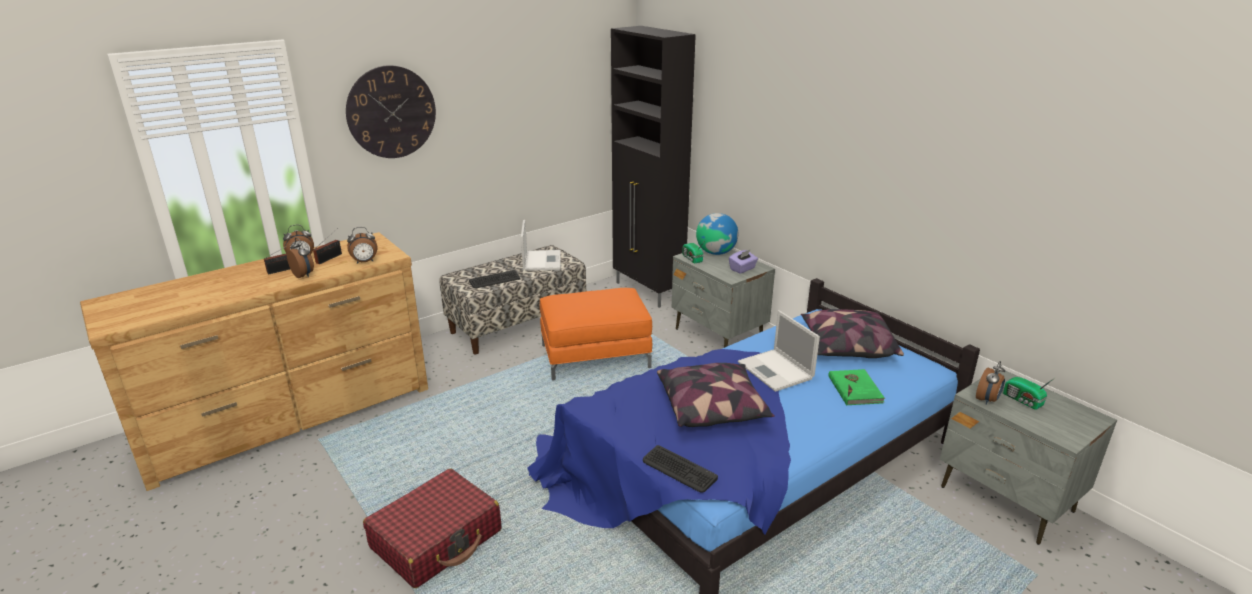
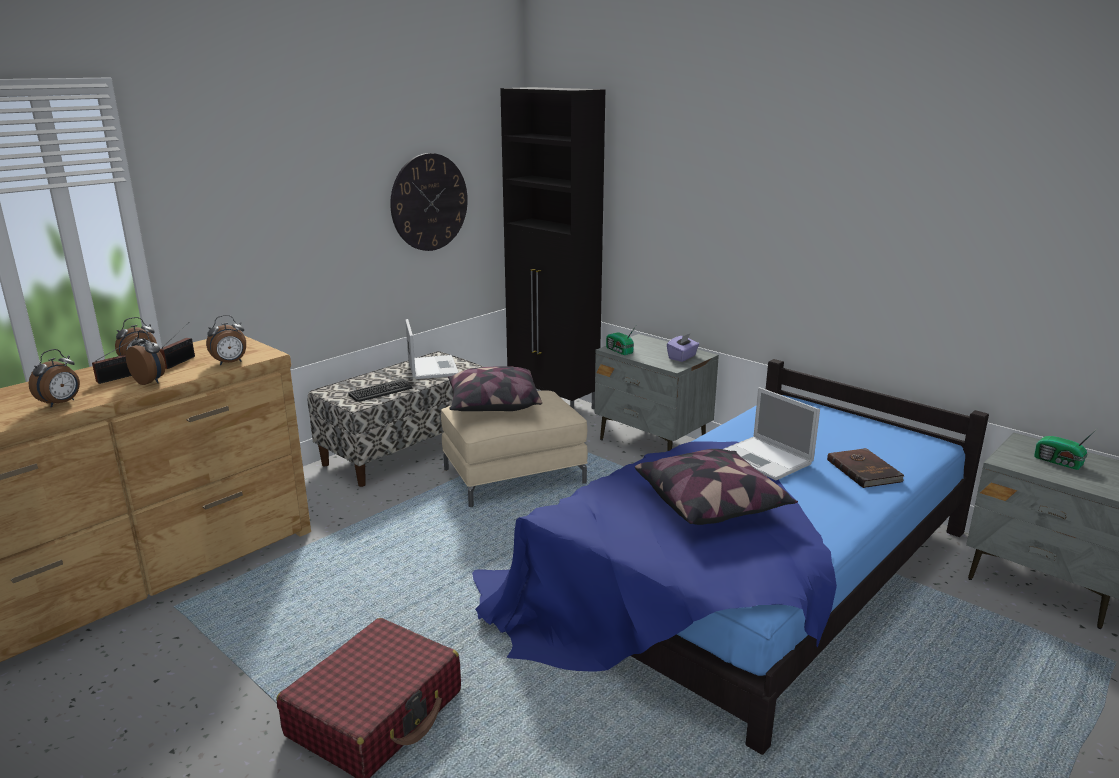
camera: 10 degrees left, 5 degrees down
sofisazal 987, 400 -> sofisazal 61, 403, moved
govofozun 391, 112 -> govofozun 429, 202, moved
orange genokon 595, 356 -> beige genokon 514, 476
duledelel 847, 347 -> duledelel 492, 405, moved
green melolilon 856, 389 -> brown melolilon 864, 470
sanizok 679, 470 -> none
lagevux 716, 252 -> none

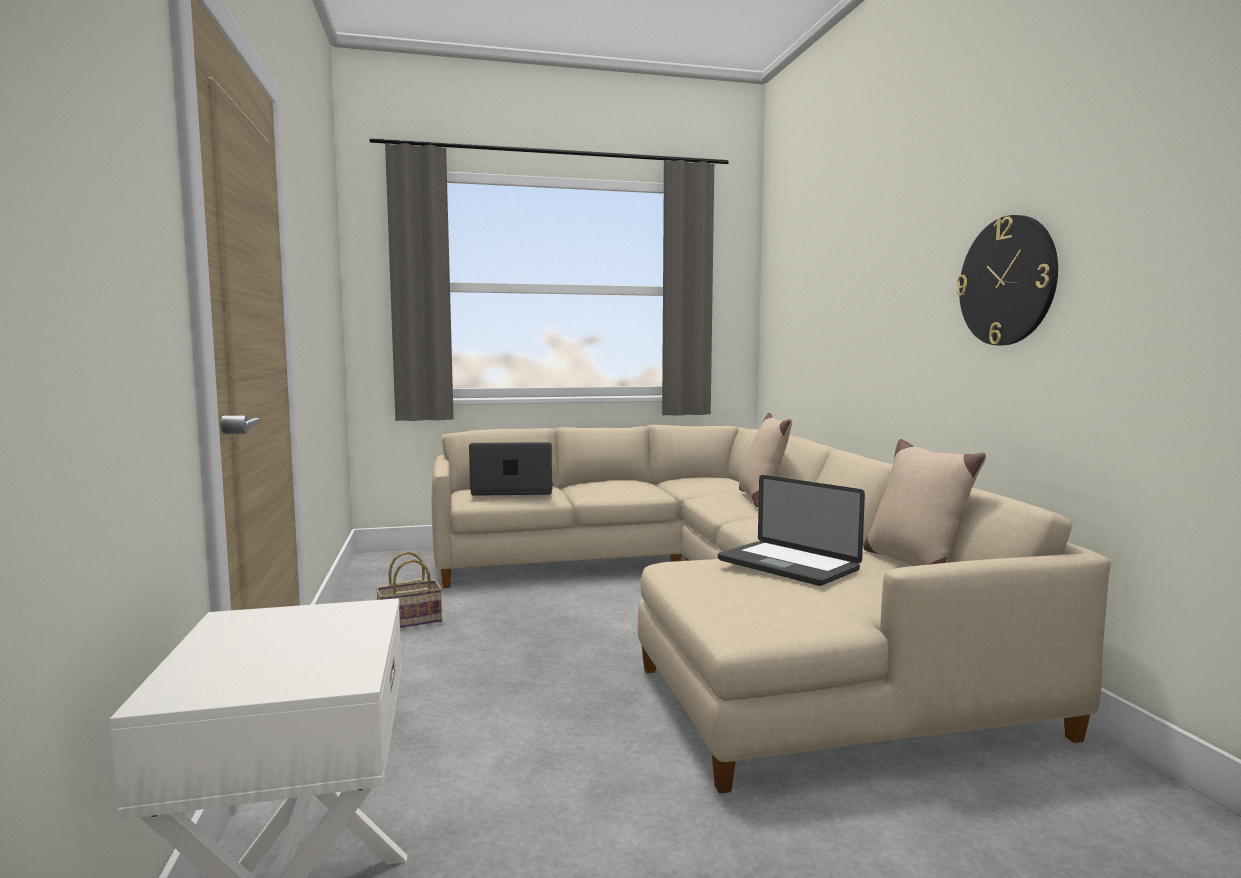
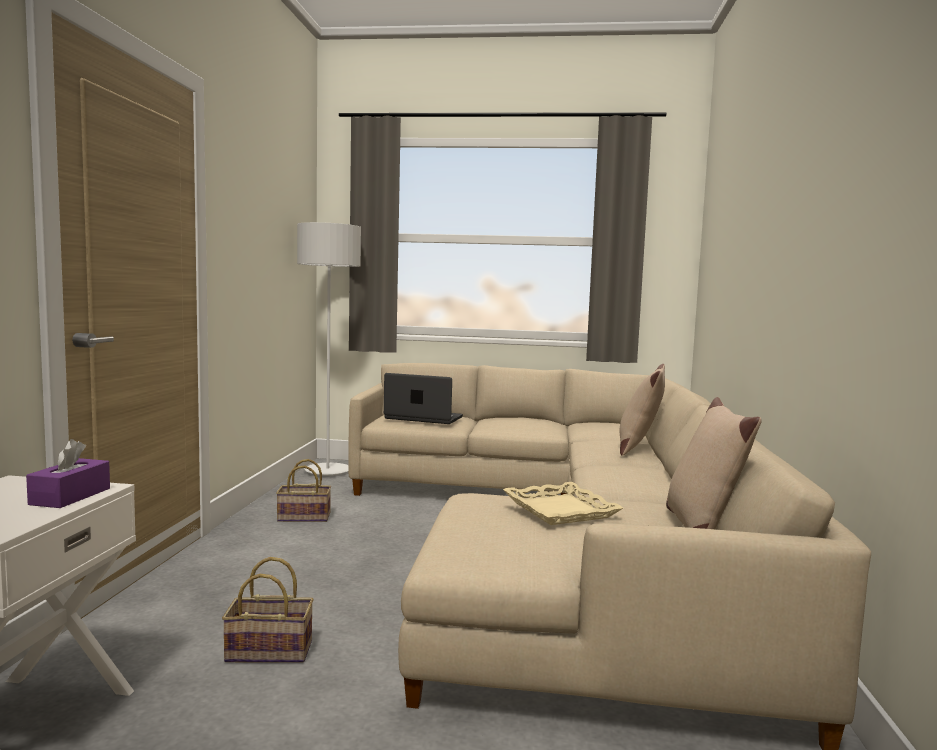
camera: 20 degrees right, 0 degrees up
none -> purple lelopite 70, 496
none -> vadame 272, 650
none -> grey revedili 327, 471
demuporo 787, 565 -> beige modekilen 561, 510
govofozun 1007, 281 -> none

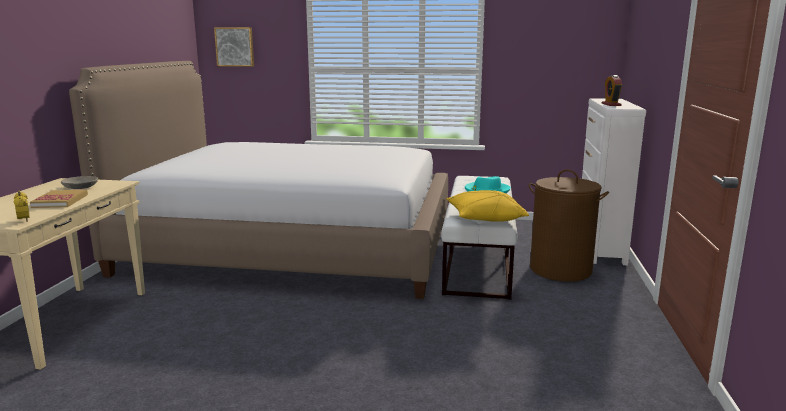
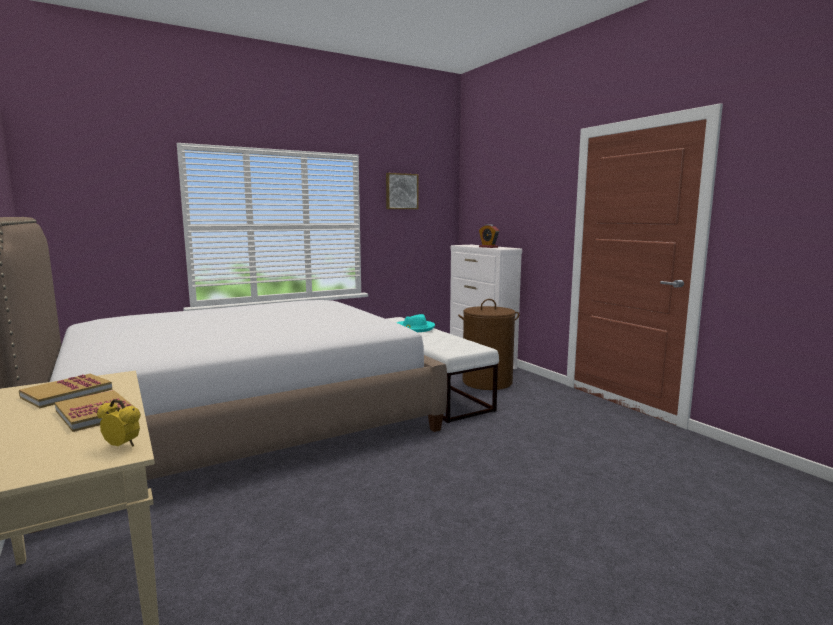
camera: 40 degrees left, 5 degrees down
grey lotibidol 80, 187 -> melolilon 67, 393
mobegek 235, 47 -> mobegek 401, 191, moved
yellow duledelel 484, 219 -> none

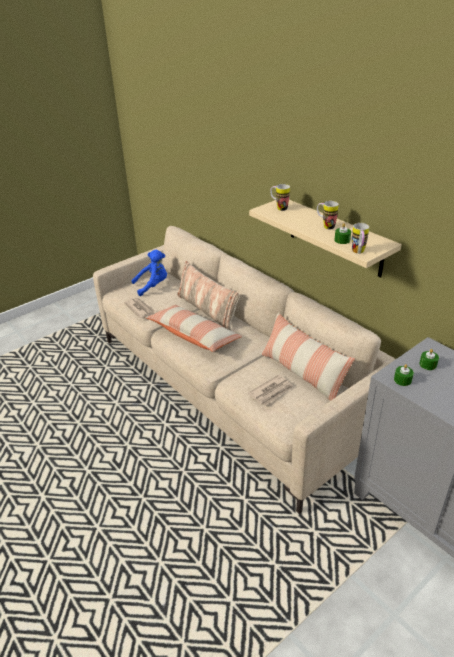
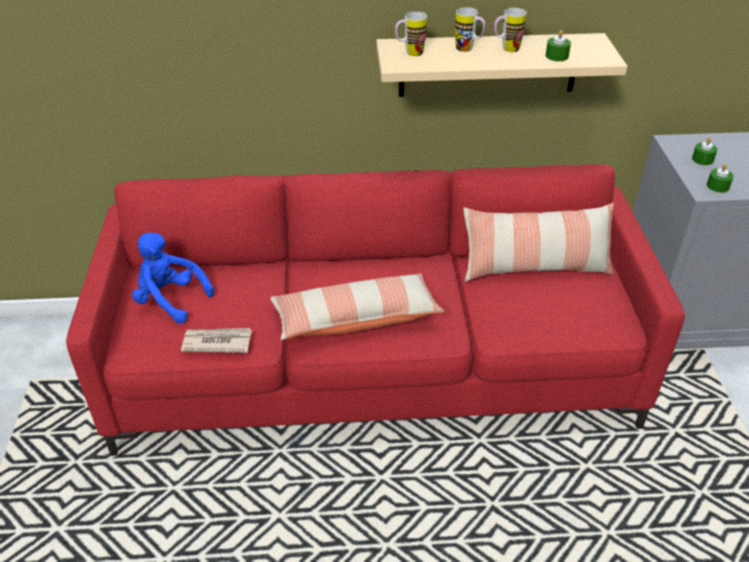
camera: 55 degrees left, 5 degrees up
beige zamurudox 229, 387 -> red zamurudox 374, 371
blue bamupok 153, 286 -> blue bamupok 170, 300, 75 degrees counterclockwise
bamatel 358, 252 -> bamatel 468, 50, moved
duledelel 207, 310 -> none
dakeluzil 271, 392 -> none

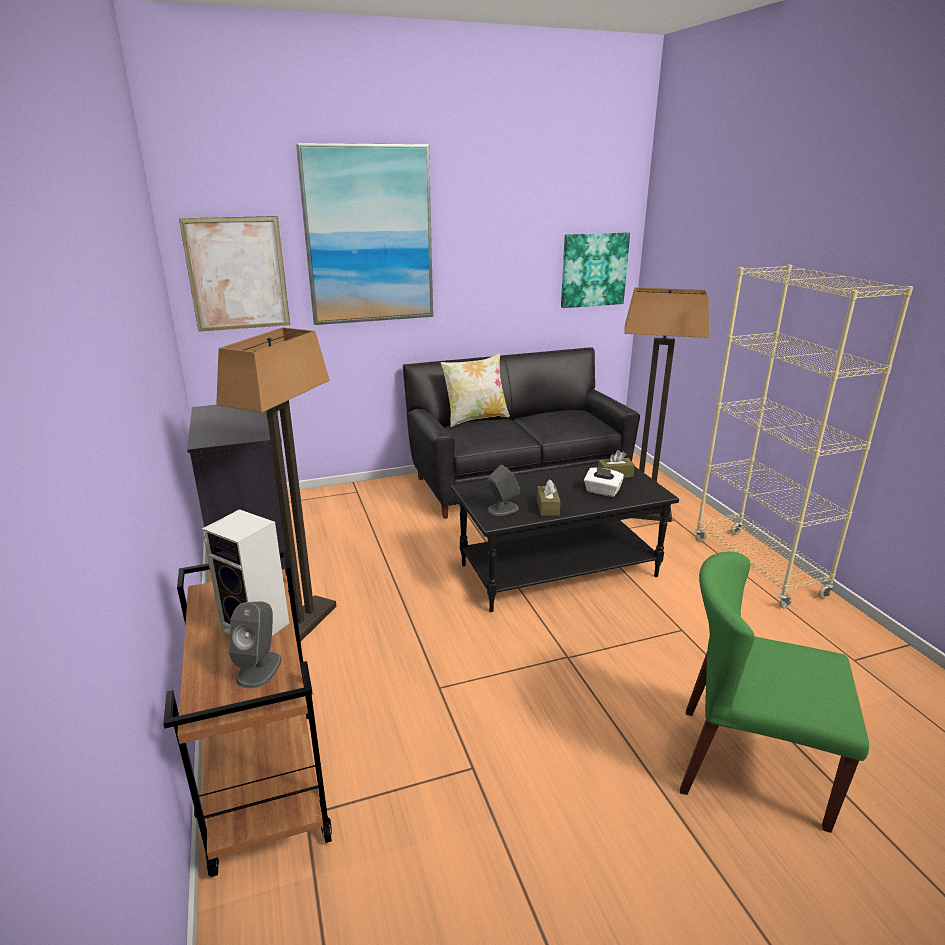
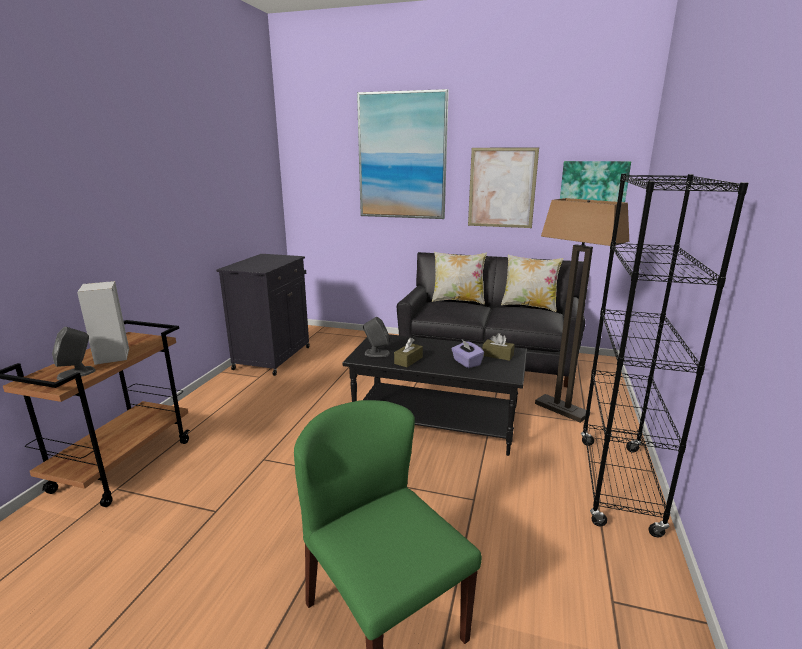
camera: 35 degrees right, 5 degrees down
white lelopite 602, 491 -> purple lelopite 466, 362
mobegek 237, 274 -> mobegek 502, 188, moved
none -> duledelel 529, 306
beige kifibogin 757, 568 -> black kifibogin 617, 484
revedili 305, 622 -> none

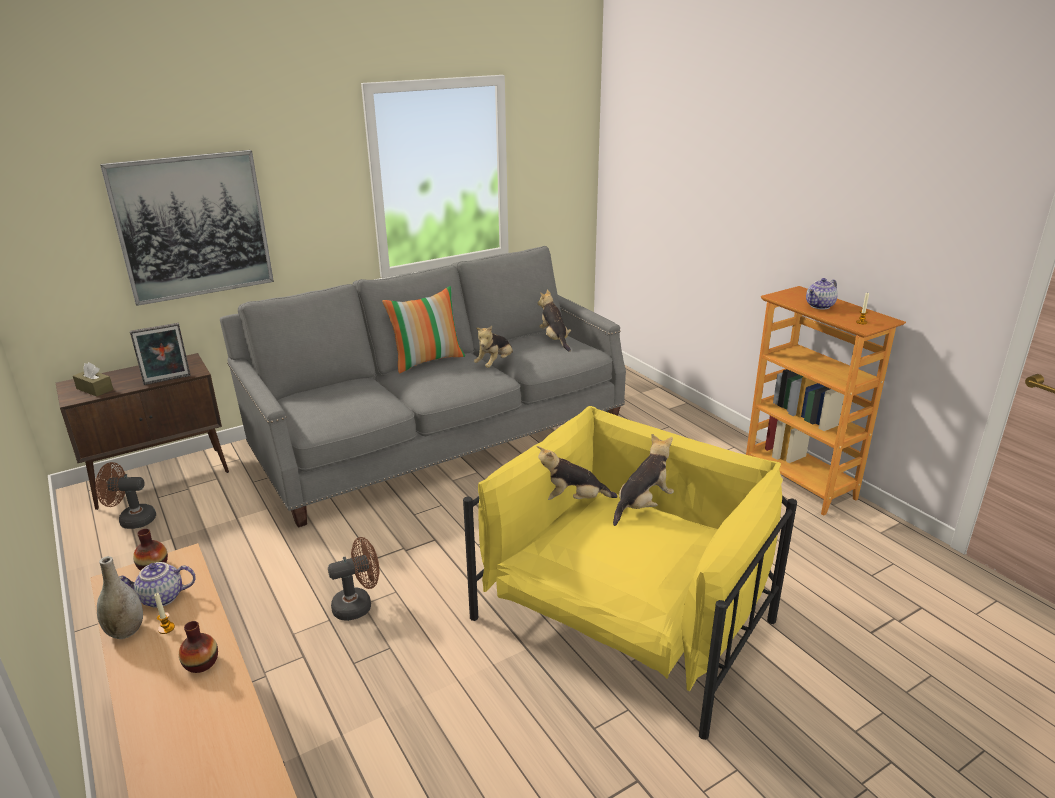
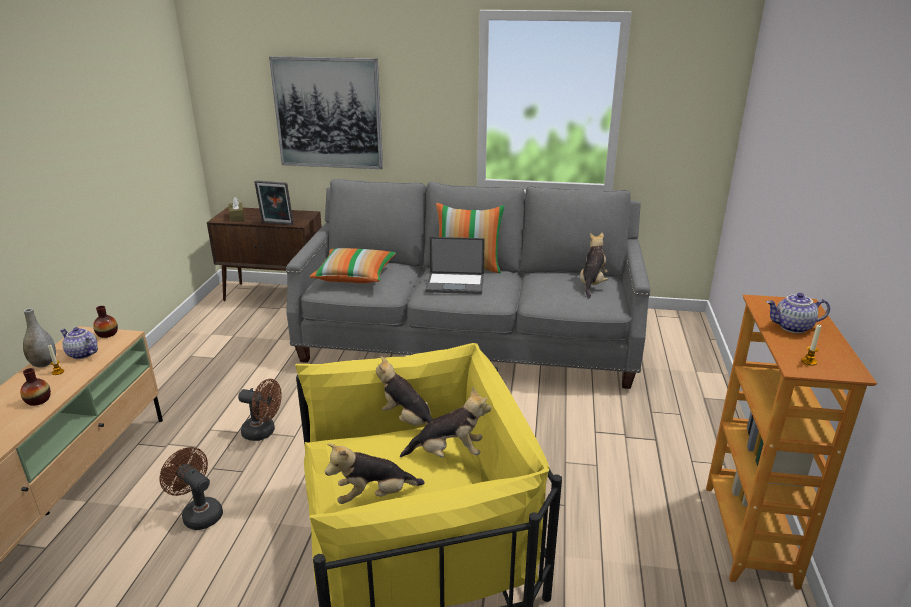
camera: 40 degrees right, 0 degrees up
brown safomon 132, 520 -> brown safomon 198, 513, moved
none -> duledelel 355, 276
bamupok 495, 364 -> bamupok 374, 496, moved
none -> demuporo 456, 283

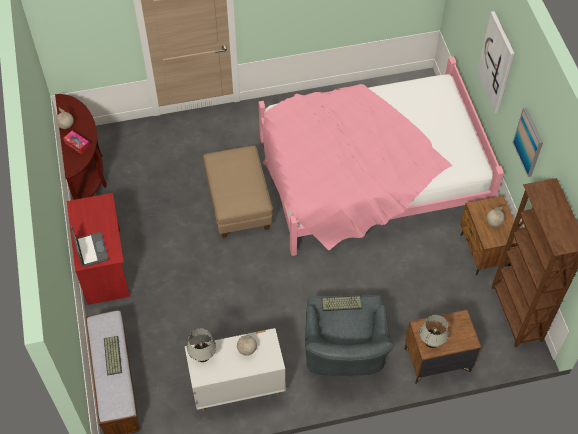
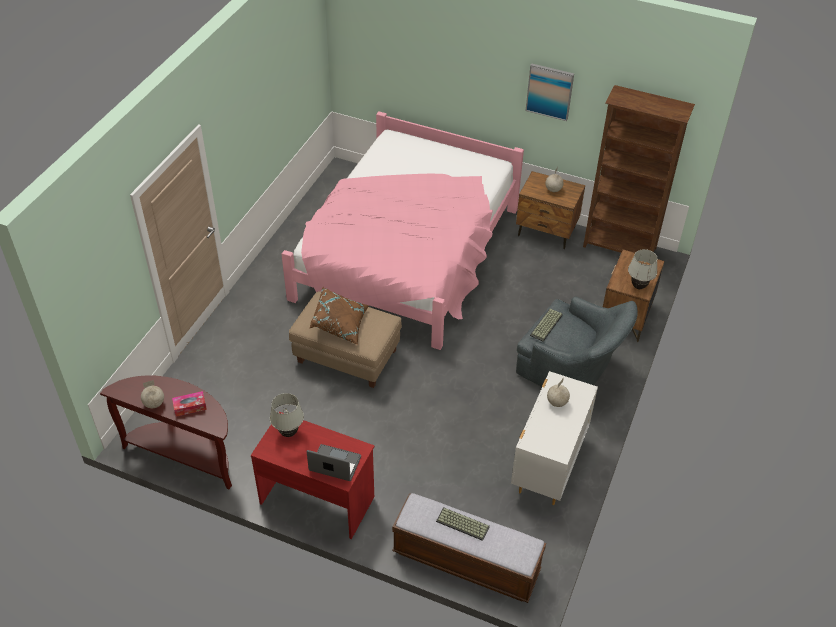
camera: 55 degrees left, 10 degrees down
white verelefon 203, 357 -> white verelefon 288, 433, moved
none -> brown duledelel 340, 324
mobegek 497, 62 -> none

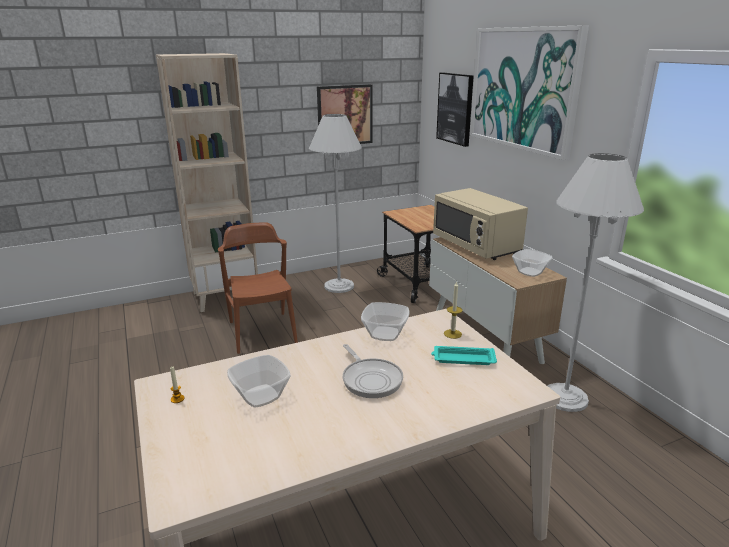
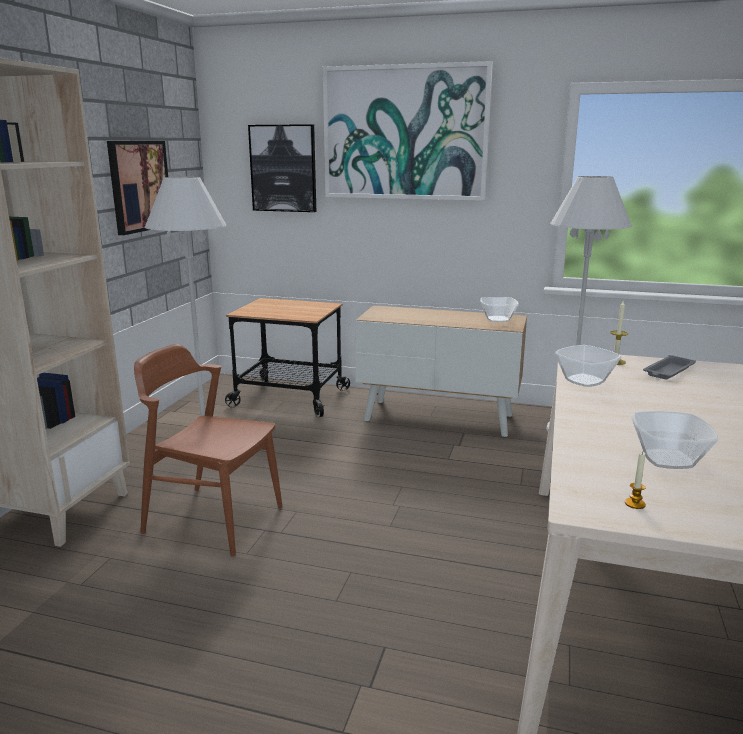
camera: 50 degrees left, 5 degrees down
turquoise modekilen 462, 359 -> grey modekilen 668, 371
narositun 370, 379 -> none
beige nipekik 476, 246 -> none

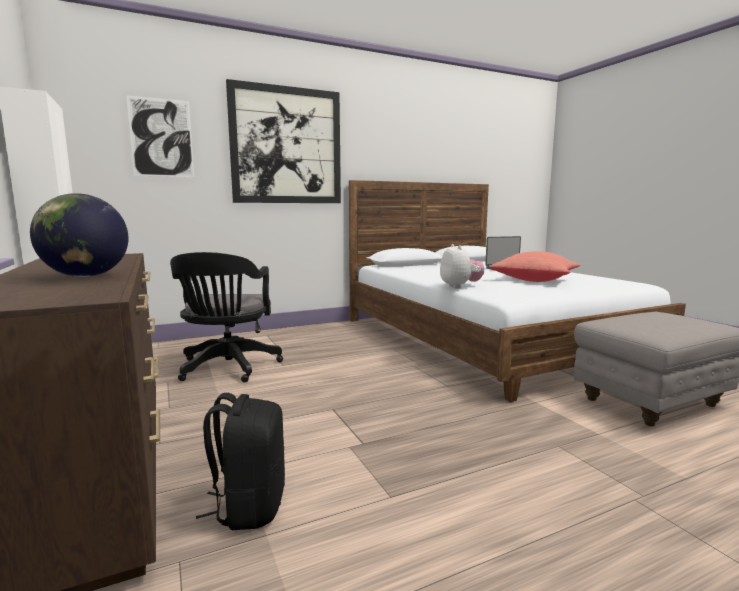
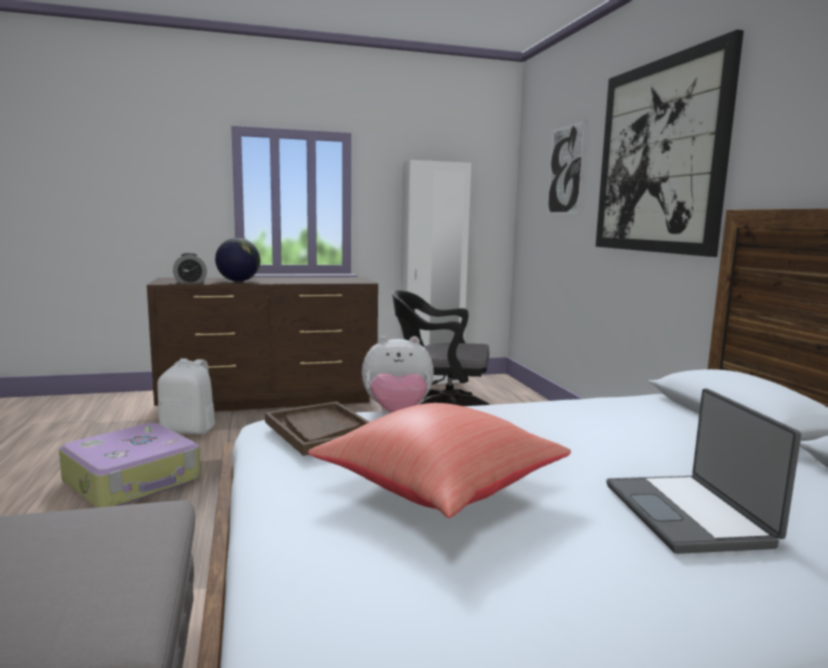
camera: 100 degrees right, 0 degrees up
none -> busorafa 134, 480
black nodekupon 249, 506 -> white nodekupon 189, 430
none -> sofisazal 190, 282
none -> brown modekilen 321, 430

